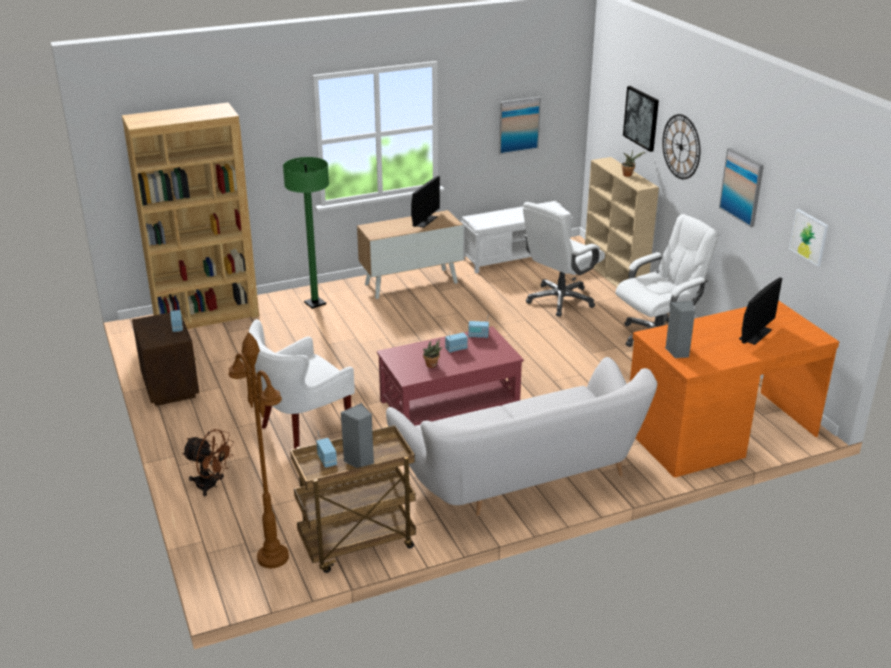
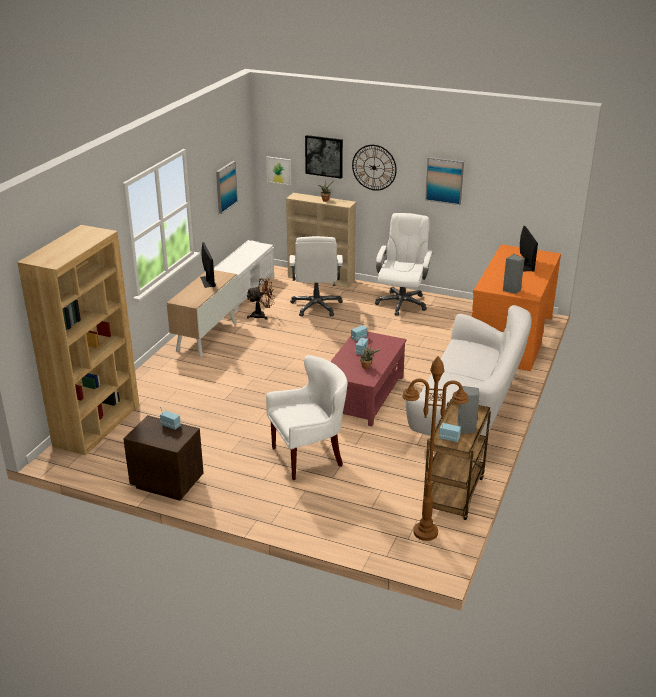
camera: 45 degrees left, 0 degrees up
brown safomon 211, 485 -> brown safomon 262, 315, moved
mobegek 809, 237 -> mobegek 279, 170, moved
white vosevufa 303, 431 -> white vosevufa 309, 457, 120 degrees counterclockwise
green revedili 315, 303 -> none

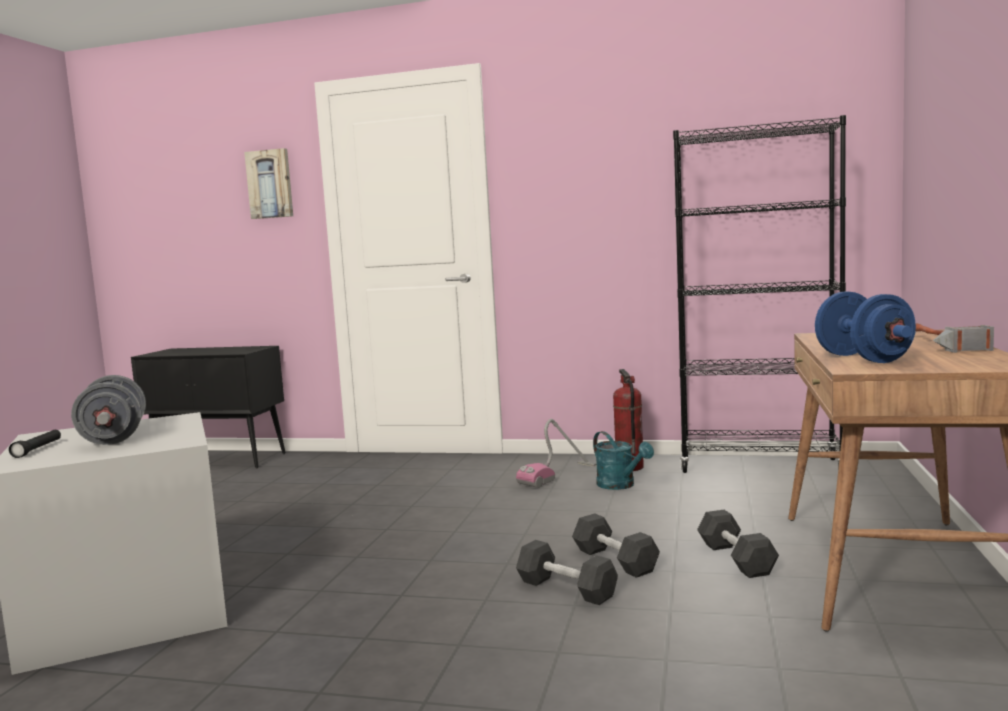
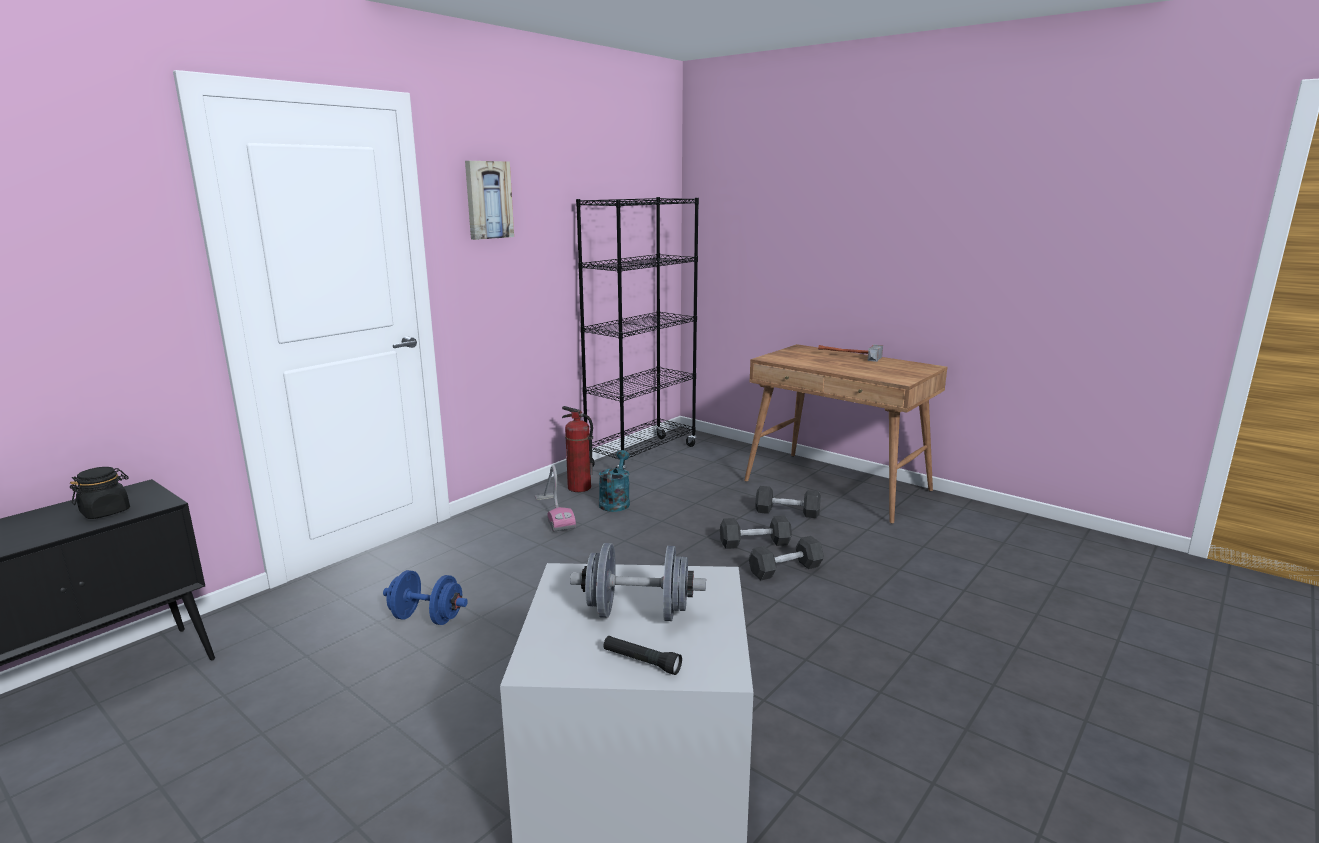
camera: 65 degrees left, 10 degrees up
none -> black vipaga 106, 512
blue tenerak 863, 358 -> blue tenerak 427, 618, moved
mobegek 270, 184 -> mobegek 488, 200, moved
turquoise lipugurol 620, 485 -> turquoise lipugurol 615, 502, 75 degrees counterclockwise

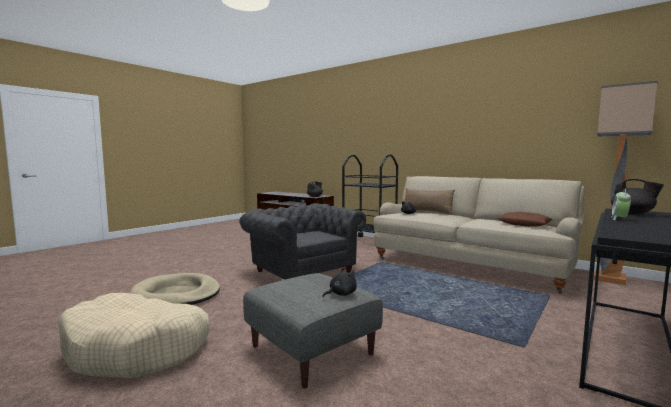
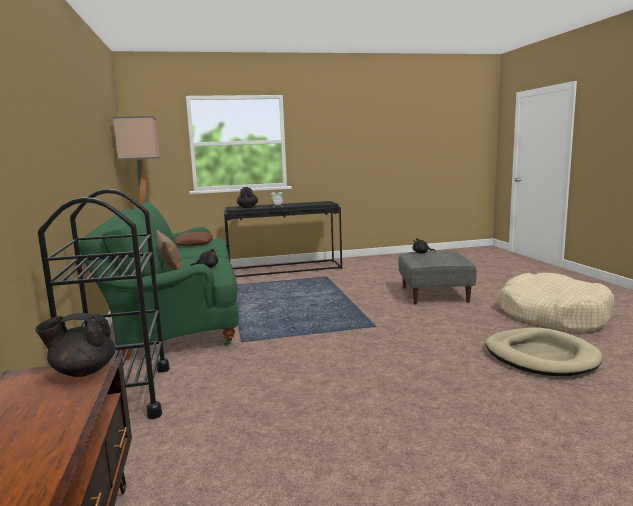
camera: 140 degrees left, 5 degrees up
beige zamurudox 470, 264 -> green zamurudox 176, 314
grey vosevufa 302, 270 -> none

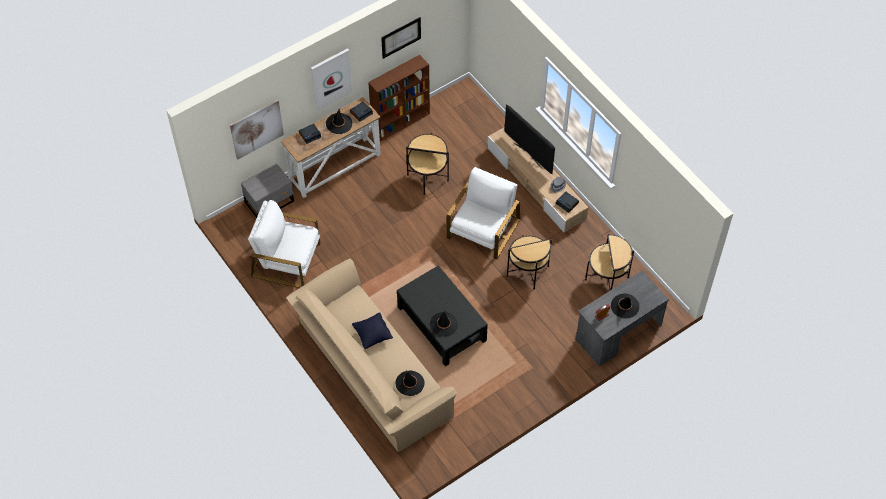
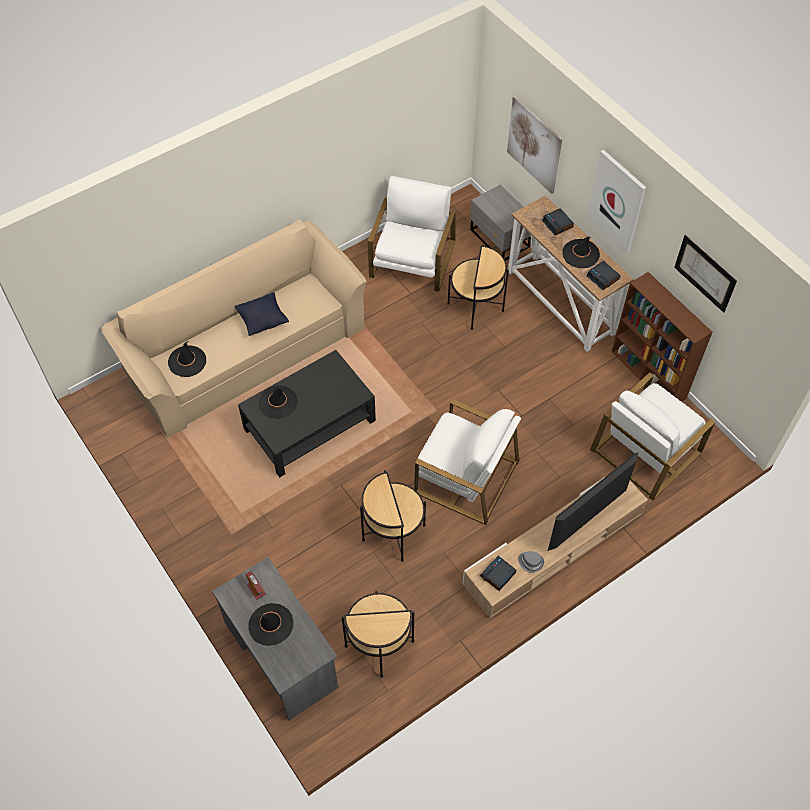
camera: 90 degrees right, 0 degrees up
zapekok 427, 177 -> zapekok 475, 307, moved
none -> white vosevufa 646, 450

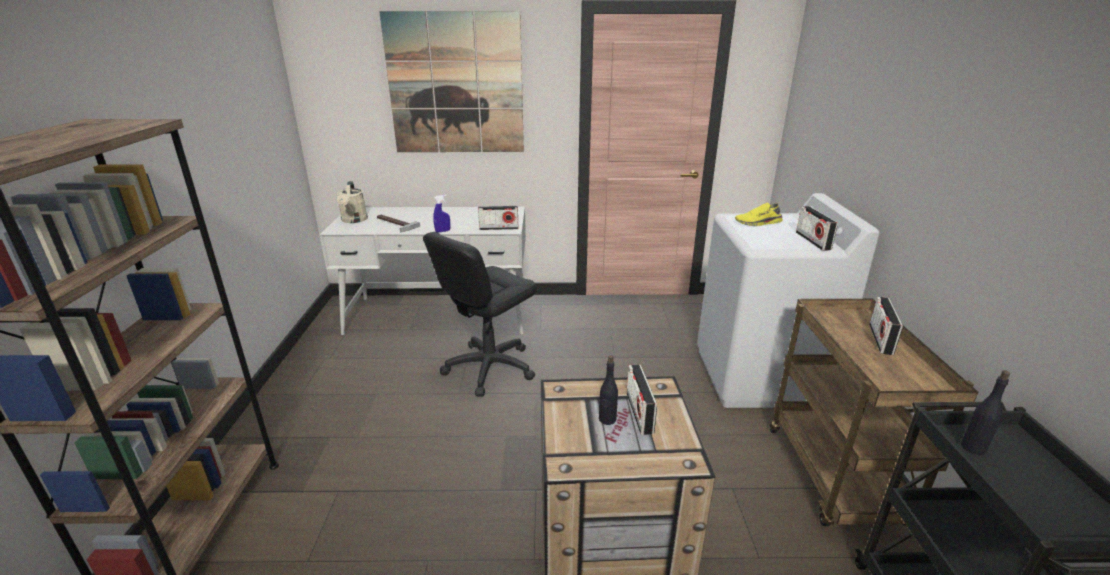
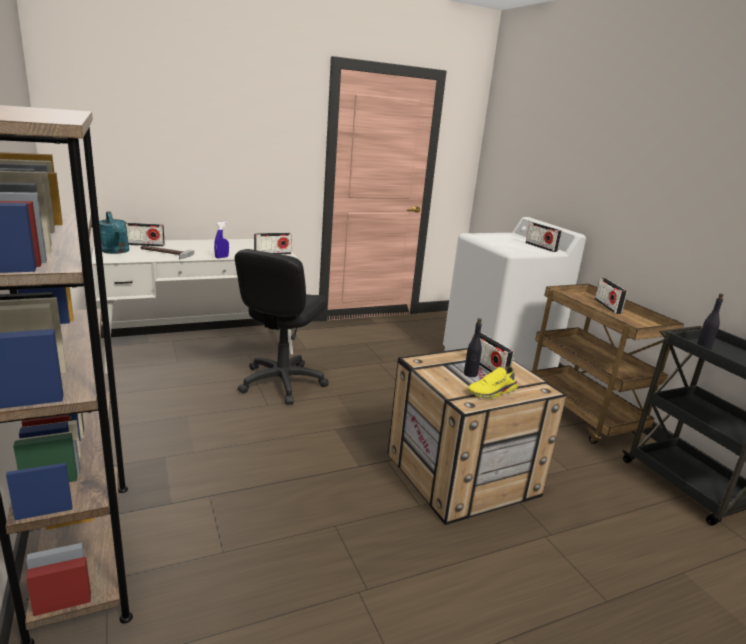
camera: 25 degrees left, 5 degrees down
beige lipugurol 354, 220 -> turquoise lipugurol 116, 251
none -> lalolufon 144, 245
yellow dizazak 758, 223 -> yellow dizazak 492, 392, moved
mobegek 455, 85 -> none

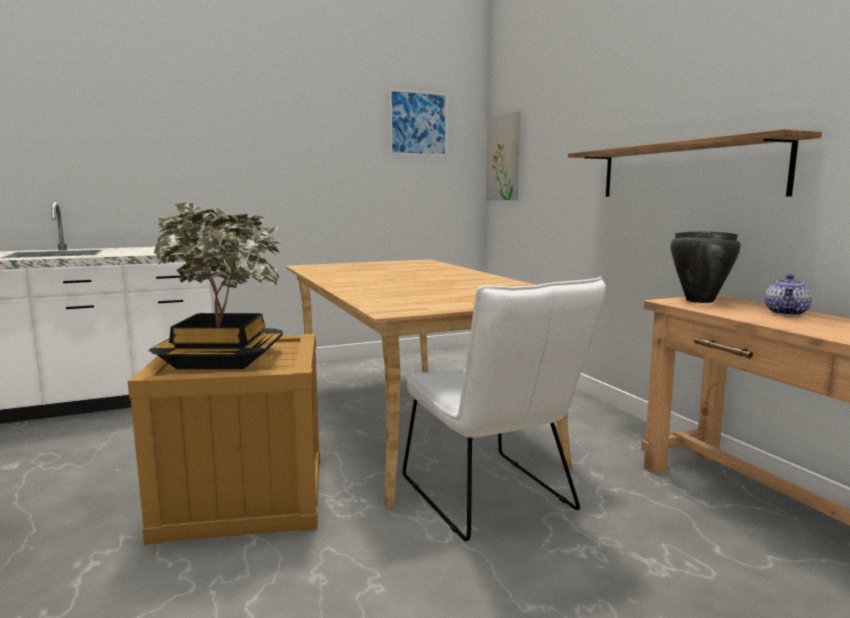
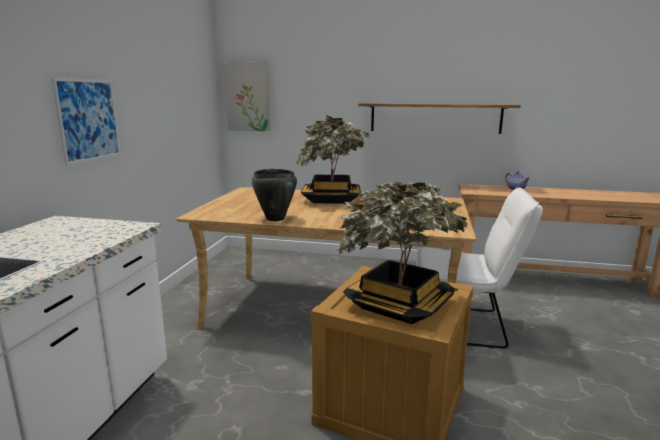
camera: 55 degrees left, 5 degrees up
mobegek 418, 123 -> mobegek 88, 120, moved
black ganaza 699, 300 -> black ganaza 275, 219, moved
none -> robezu 331, 199

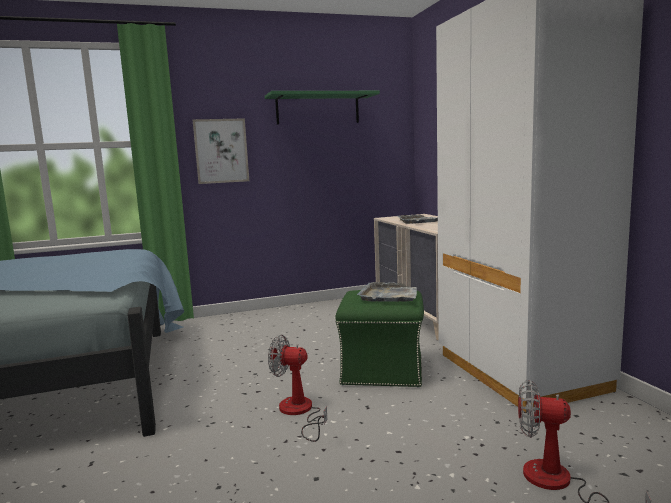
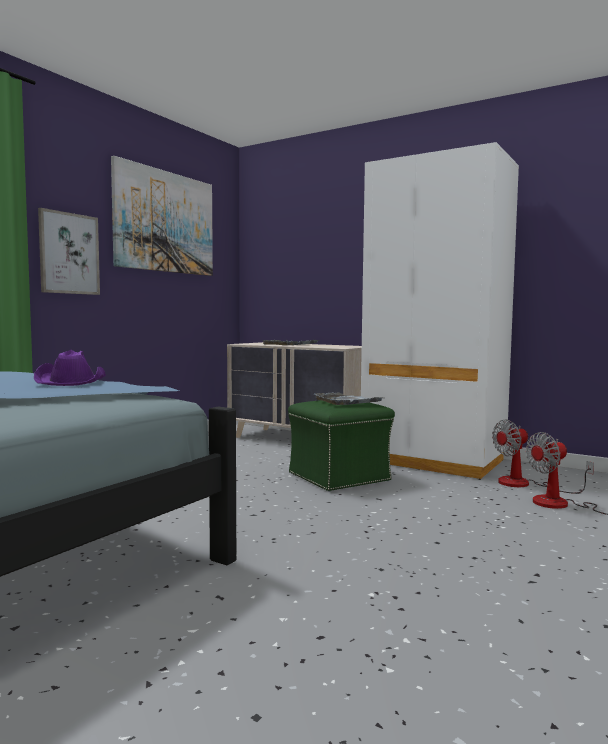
camera: 40 degrees left, 5 degrees down
none -> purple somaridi 72, 381
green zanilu 318, 109 -> mobegek 165, 222
safomon 299, 412 -> safomon 525, 484, moved

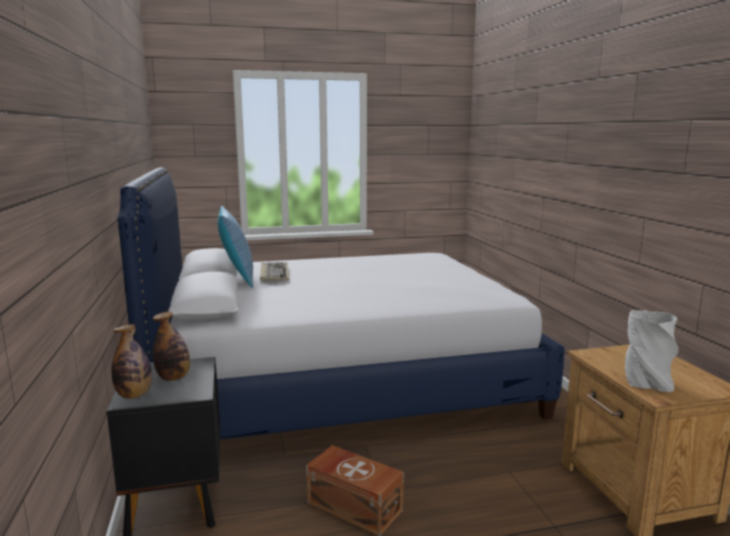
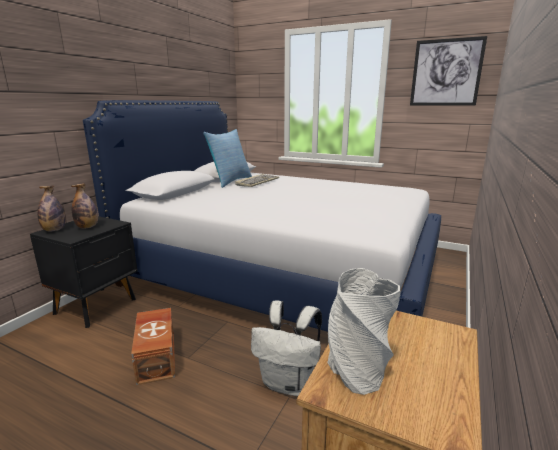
camera: 40 degrees right, 5 degrees up
none -> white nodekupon 289, 383
none -> mobegek 446, 72

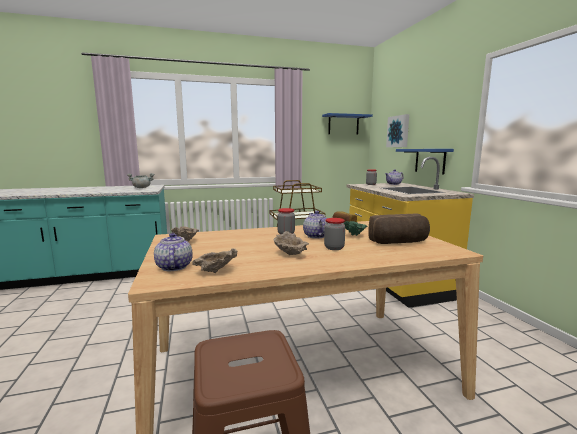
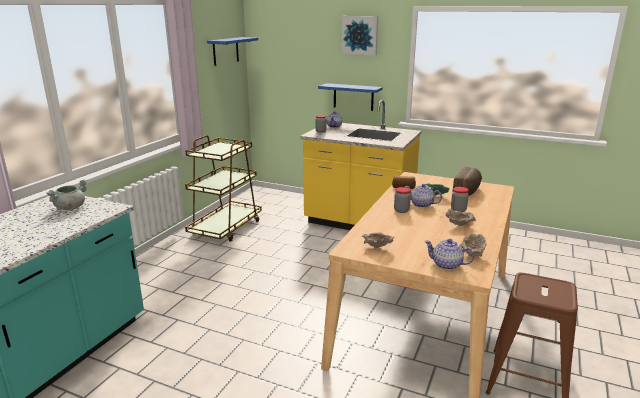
camera: 50 degrees left, 10 degrees up
mobegek 398, 131 -> mobegek 360, 35, moved

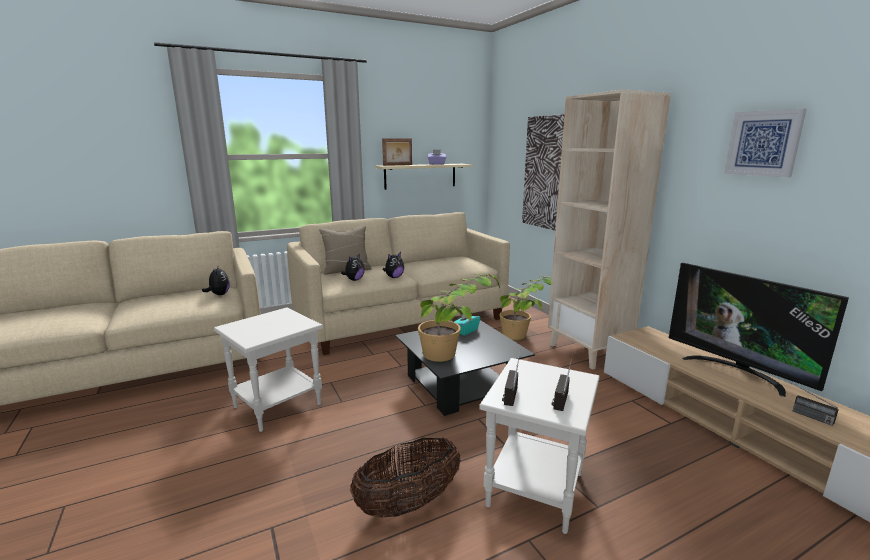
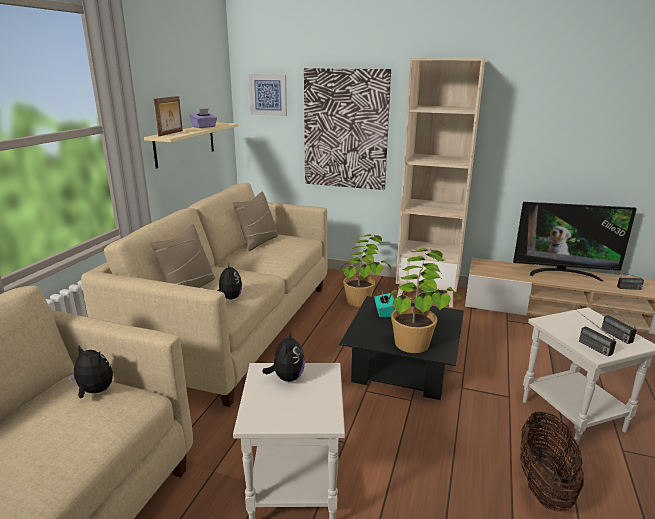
camera: 45 degrees left, 5 degrees up
none -> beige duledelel 258, 242
mobegek 763, 143 -> mobegek 268, 94, moved
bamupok 394, 277 -> bamupok 287, 378, moved

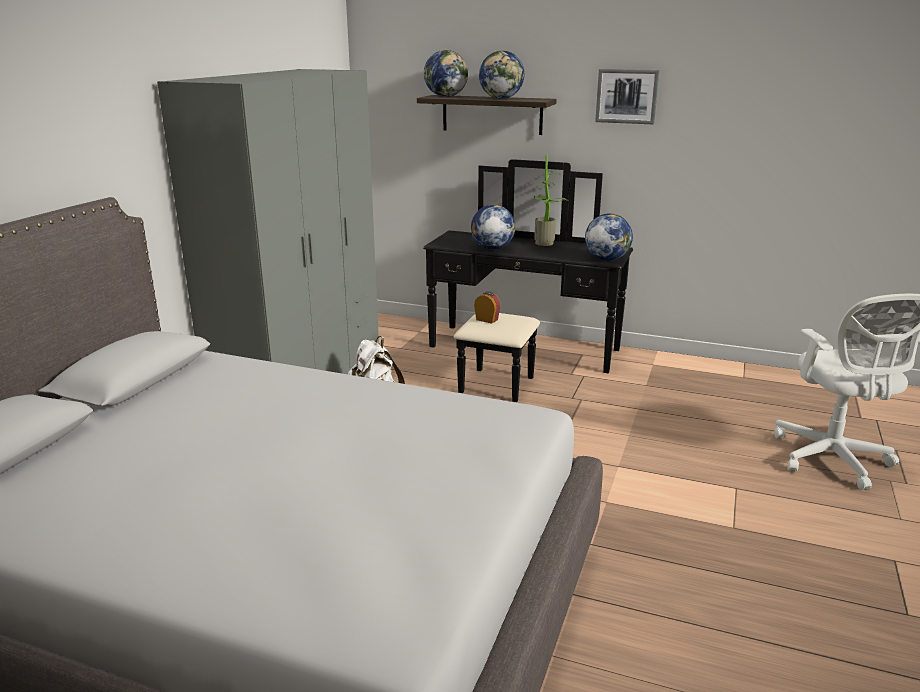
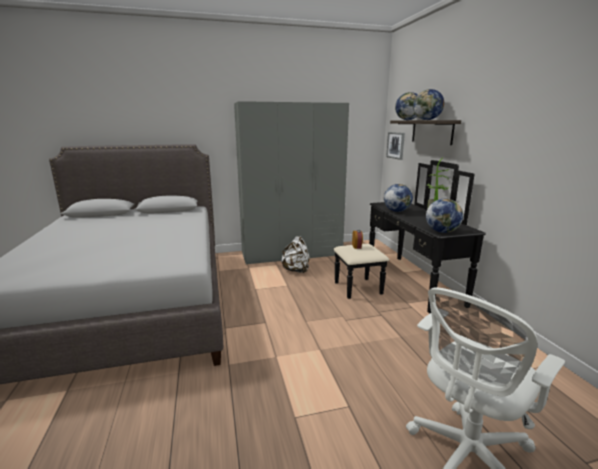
camera: 55 degrees right, 5 degrees down
mobegek 626, 96 -> mobegek 396, 145, moved

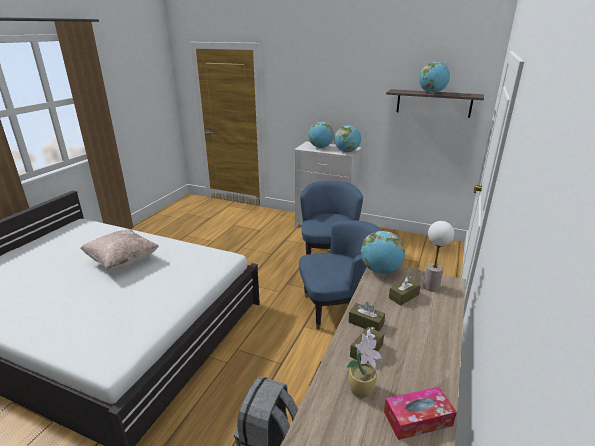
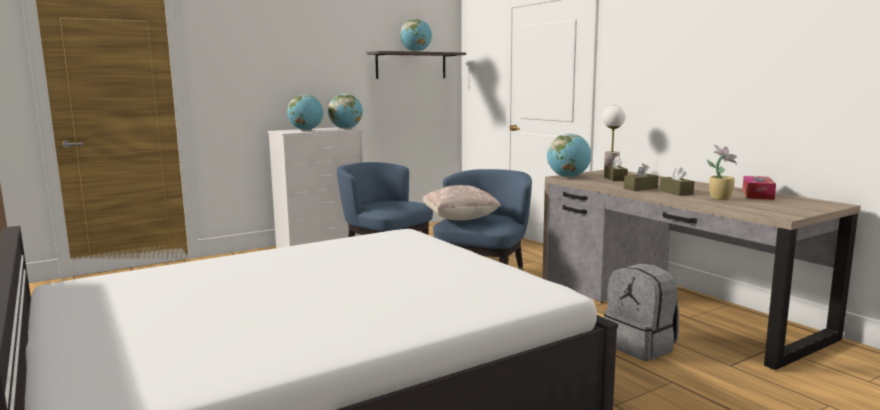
camera: 55 degrees left, 15 degrees down
beige duledelel 122, 261 -> beige duledelel 460, 219, moved

